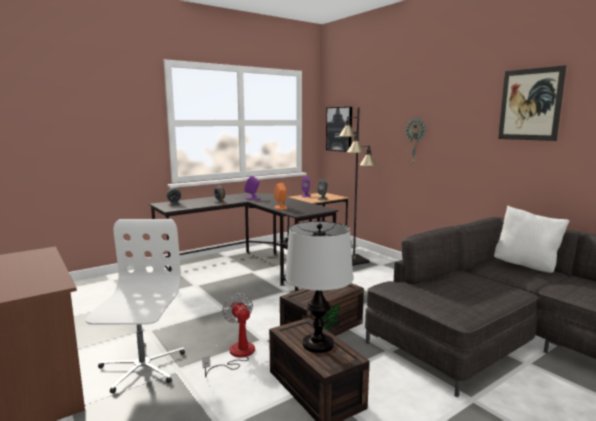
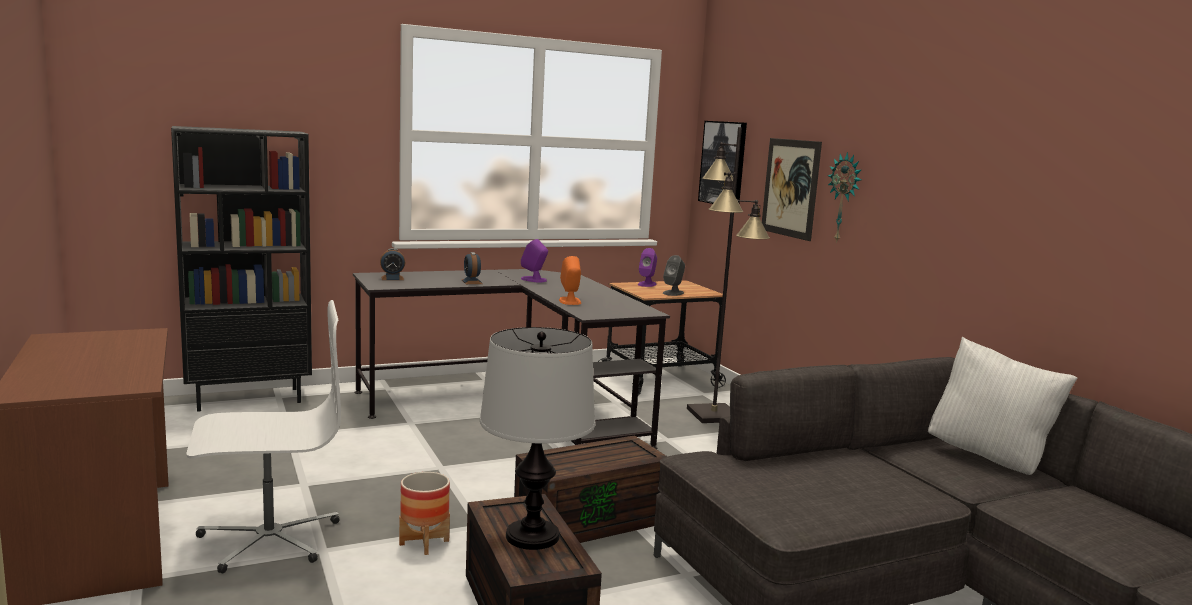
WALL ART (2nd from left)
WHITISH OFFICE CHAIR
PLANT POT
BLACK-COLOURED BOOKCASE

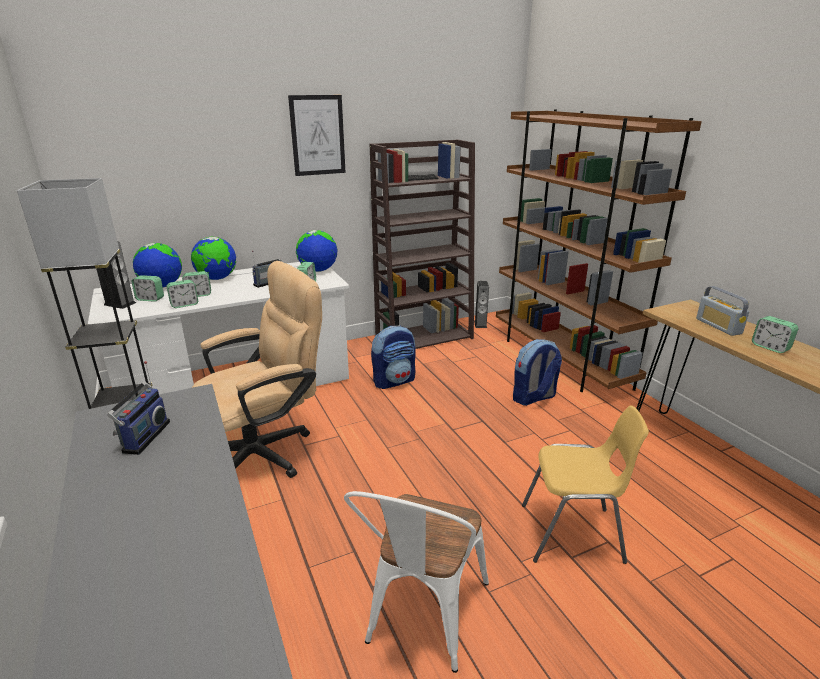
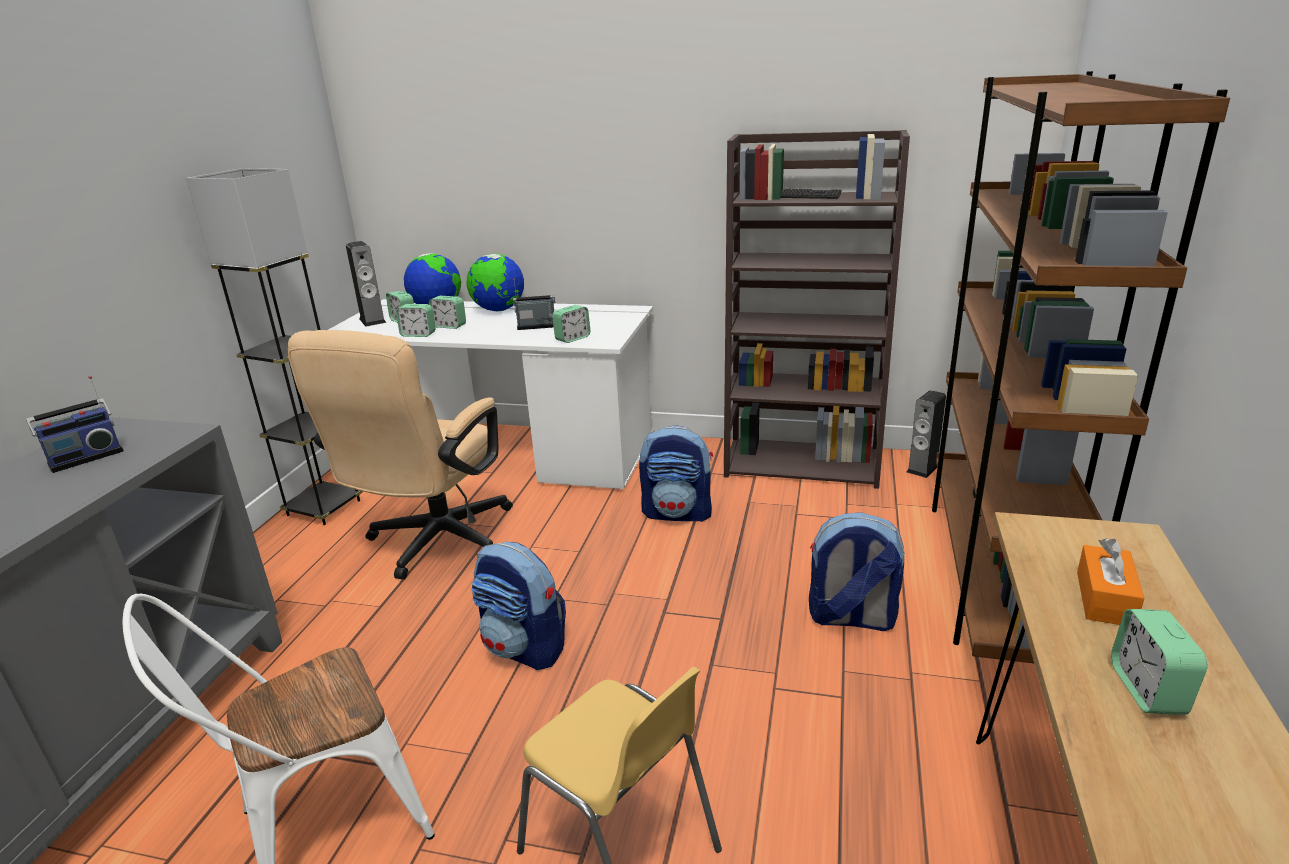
WALL ART
WORLD GLOBE (3rd from left in the first image)
SAND-COLOURED OFFICE CHAIR
ORANGE-COLOURED BOX OF TISSUES
RUCKSACK (1st from left)

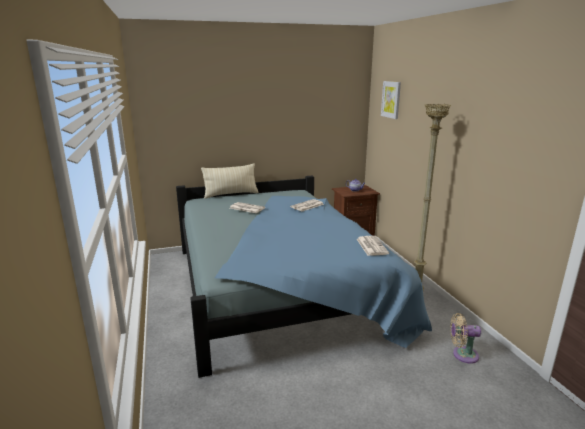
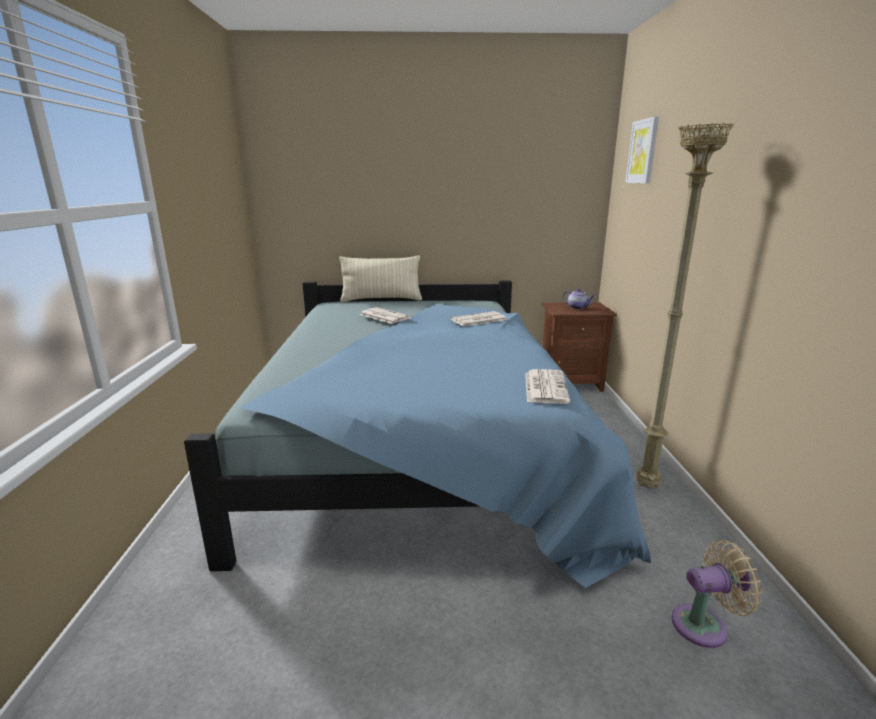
SAND-COLOURED FAN

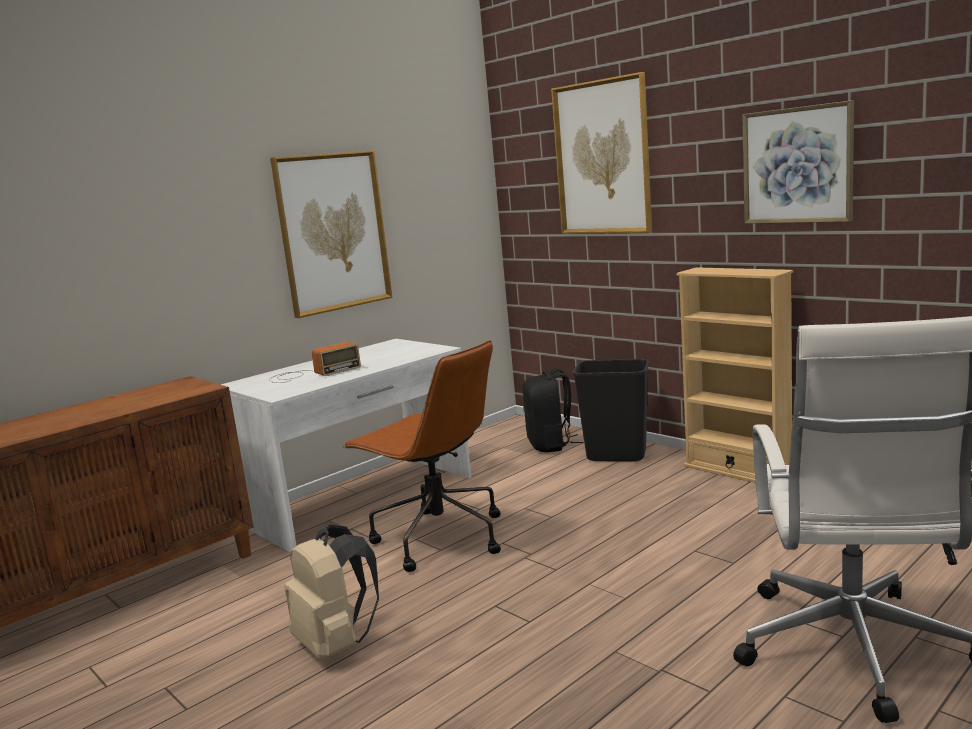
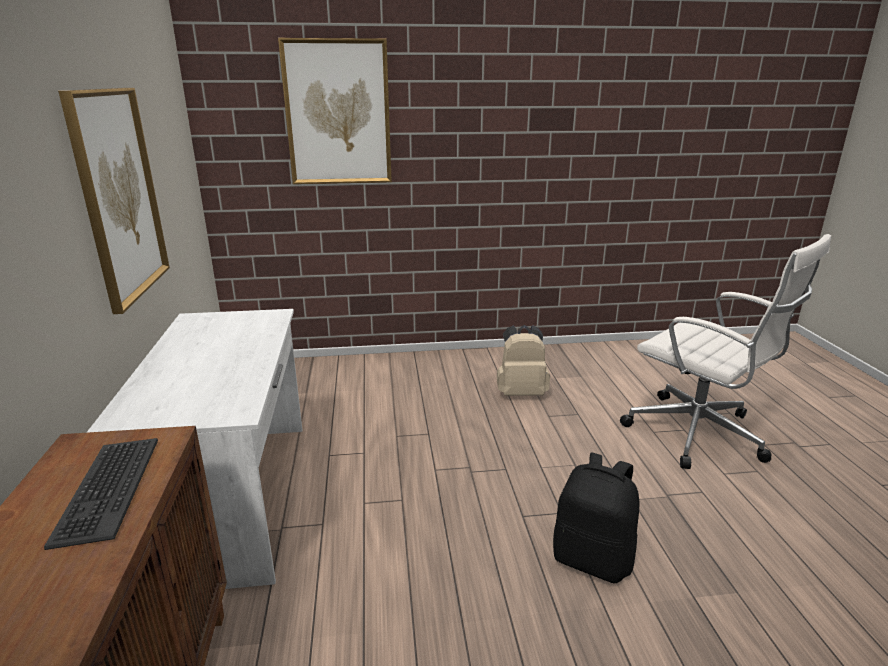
WALL ART (3rd from left in the first image)
SAND-COLOURED BOOKCASE
BROWNISH OFFICE CHAIR
RADIO SET
BLACK-COLOURED RUBBISH BIN
BLACK-COLOURED RUCKSACK
SAND-COLOURED RUCKSACK
PC KEYBOARD

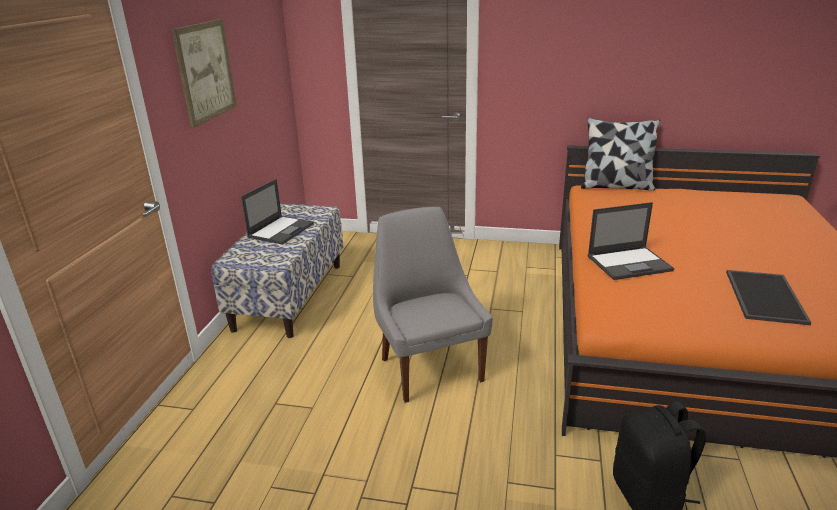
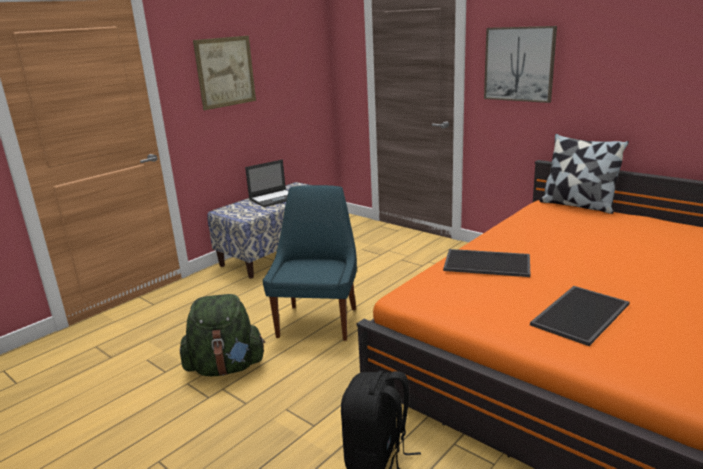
TRAY (1st from left)
BLUISH PLAIN CHAIR
WALL ART (2nd from left)
GREEN RUCKSACK

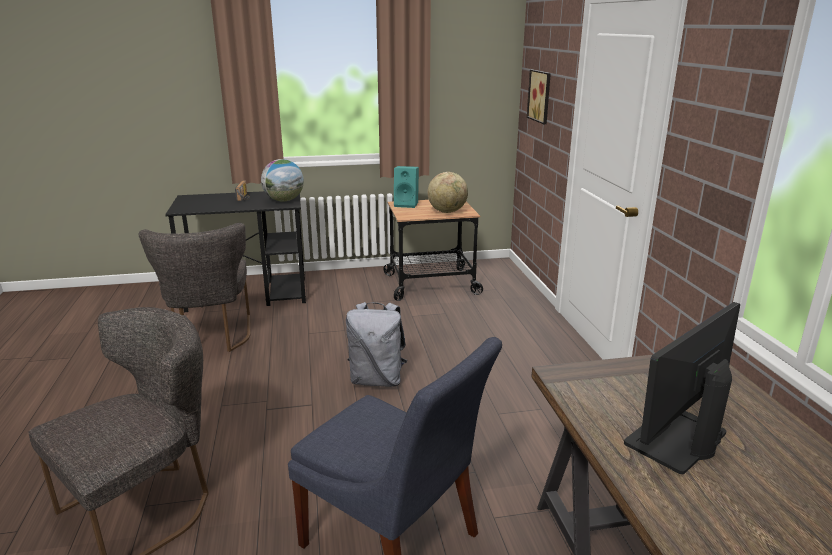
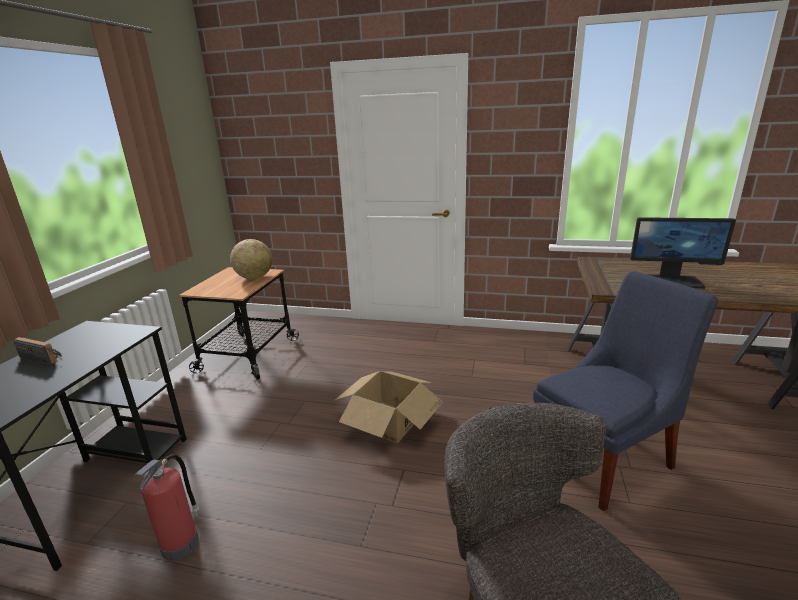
WALL ART
WORLD GLOBE (1st from left in the first image)
BLUE-GREEN LOUDSPEAKER
FIRE EXTINGUISHER
CARTON
COMPUTER DISPLAY

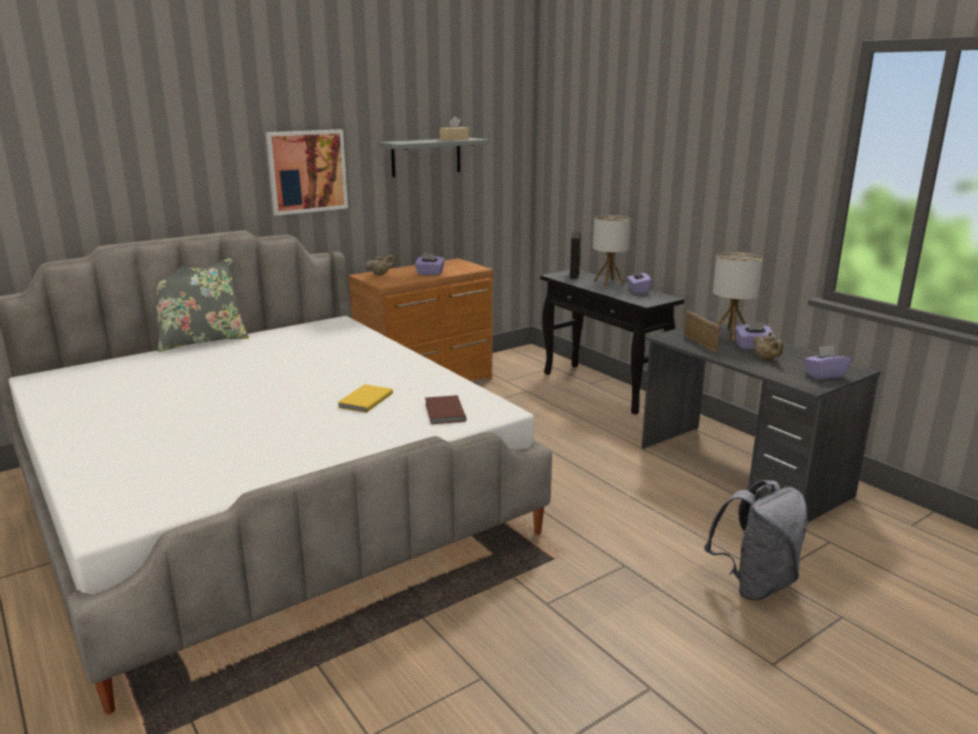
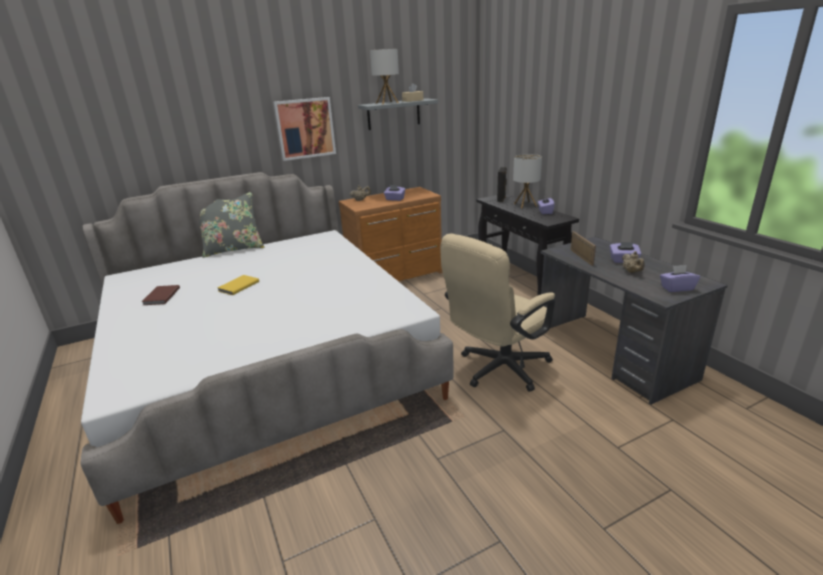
TABLE LAMP (1st from left)
YELLOWISH VOLUME
BROWNISH VOLUME
GREY RUCKSACK
SAND-COLOURED OFFICE CHAIR

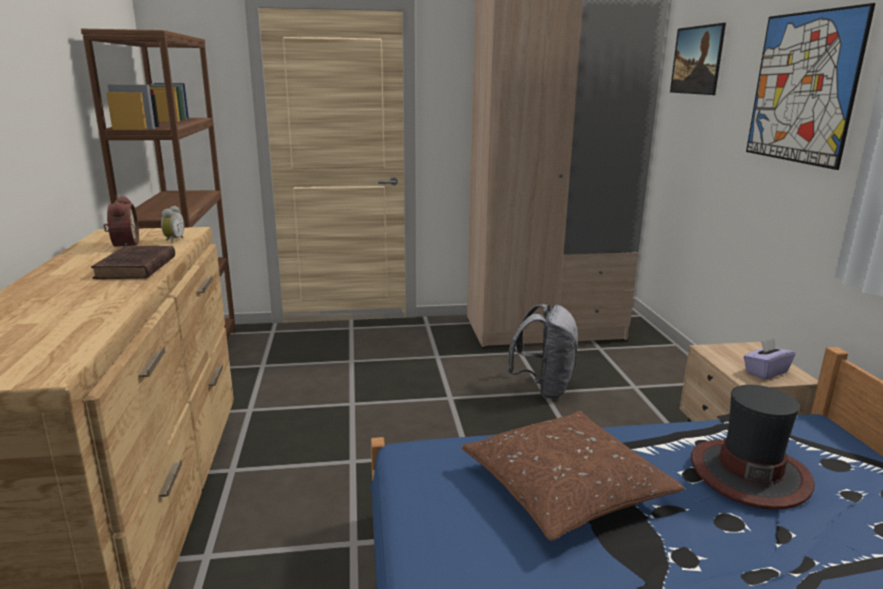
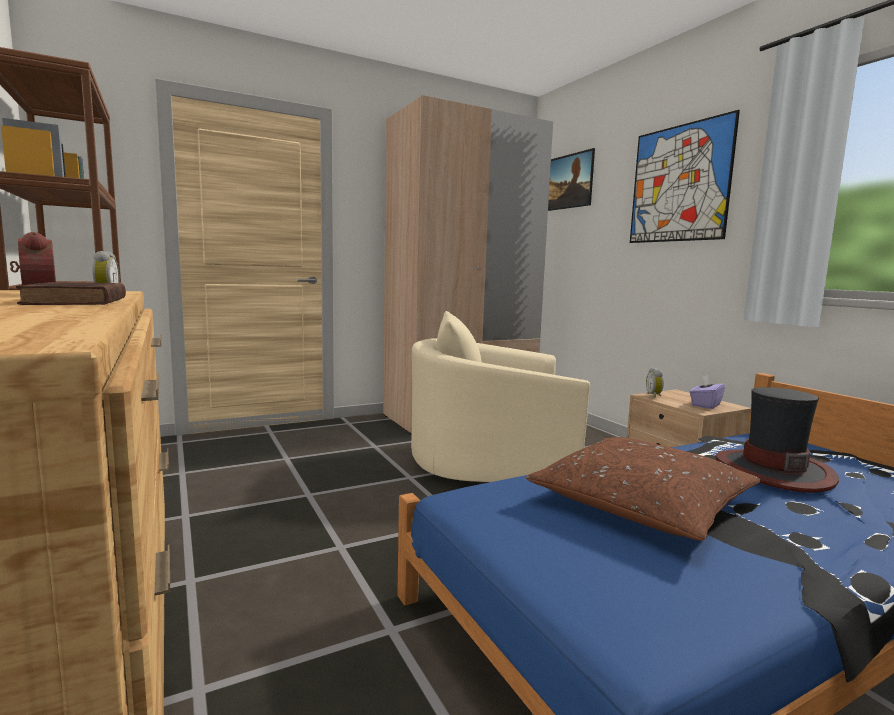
SAND-COLOURED EASY CHAIR
BEDSIDE CLOCK (3rd from left)

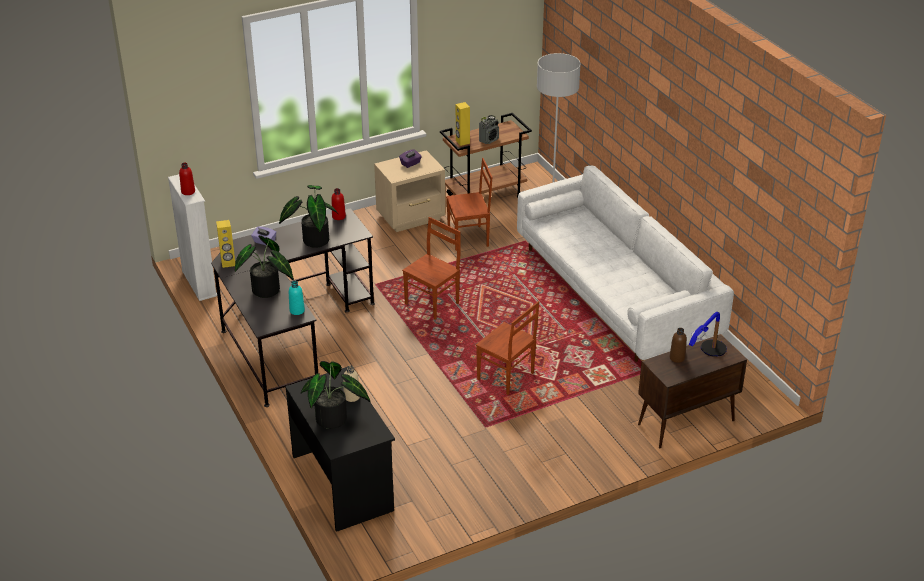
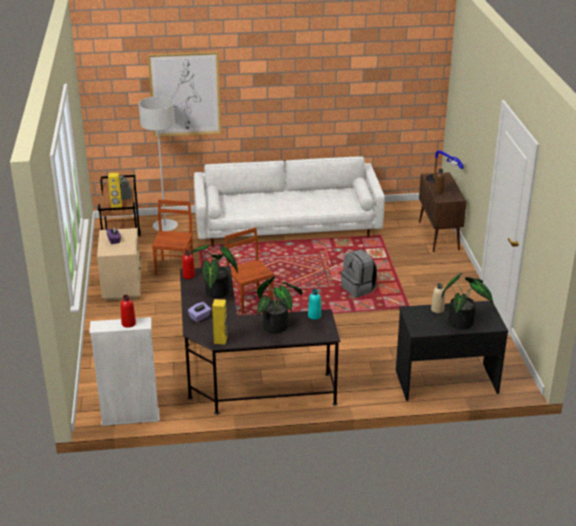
GREY RUCKSACK
WALL ART

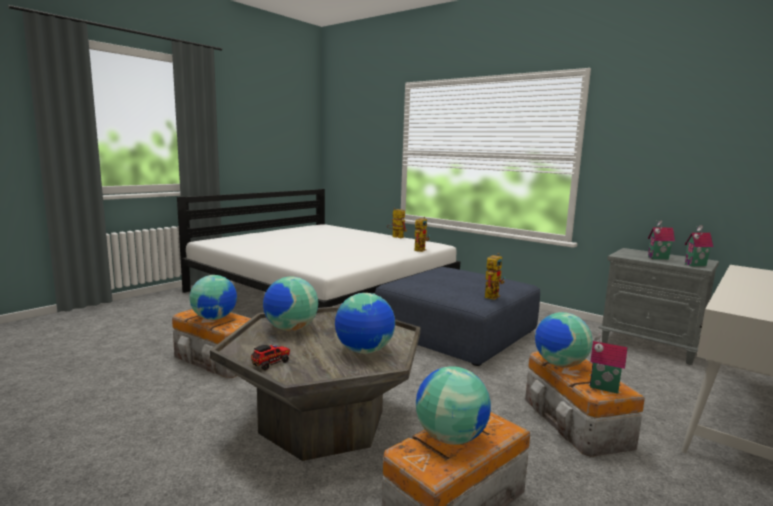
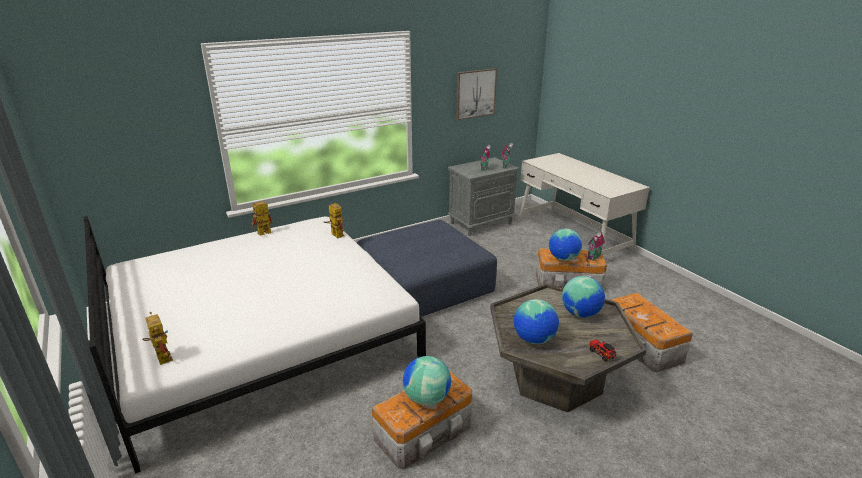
MODEL ROBOT (1st from left)
WORLD GLOBE (4th from left in the first image)
WALL ART

